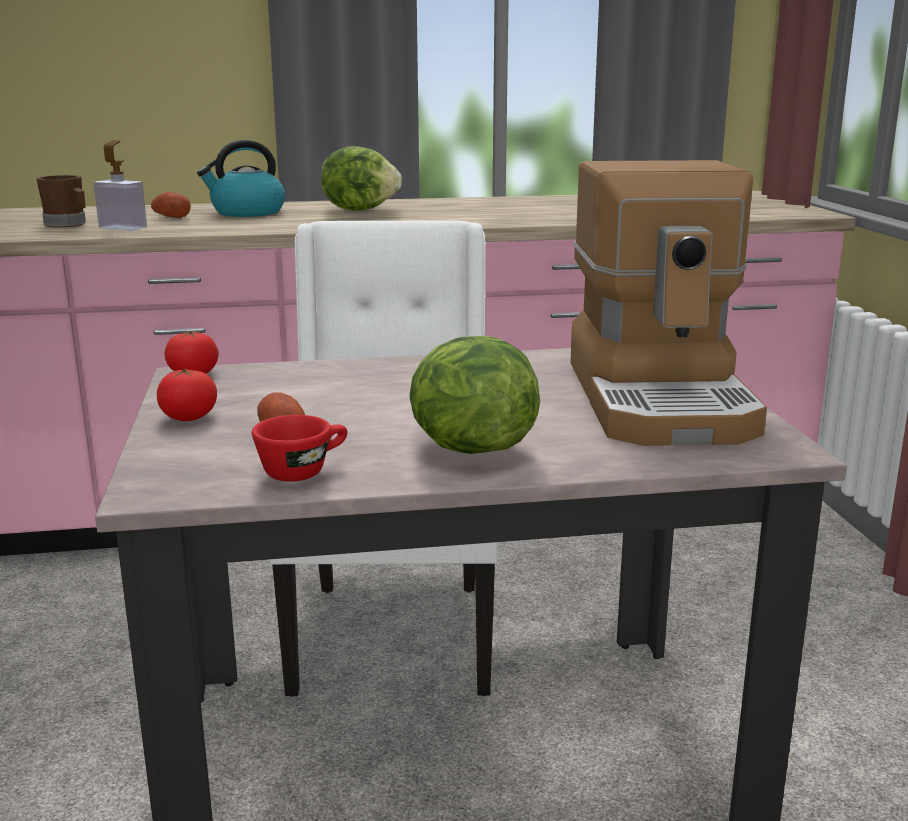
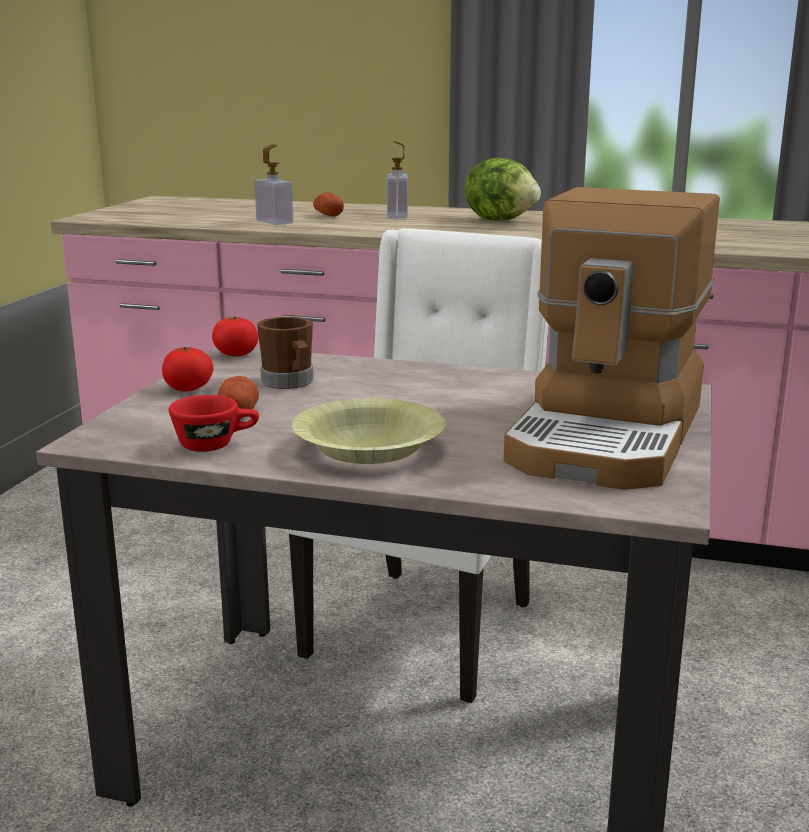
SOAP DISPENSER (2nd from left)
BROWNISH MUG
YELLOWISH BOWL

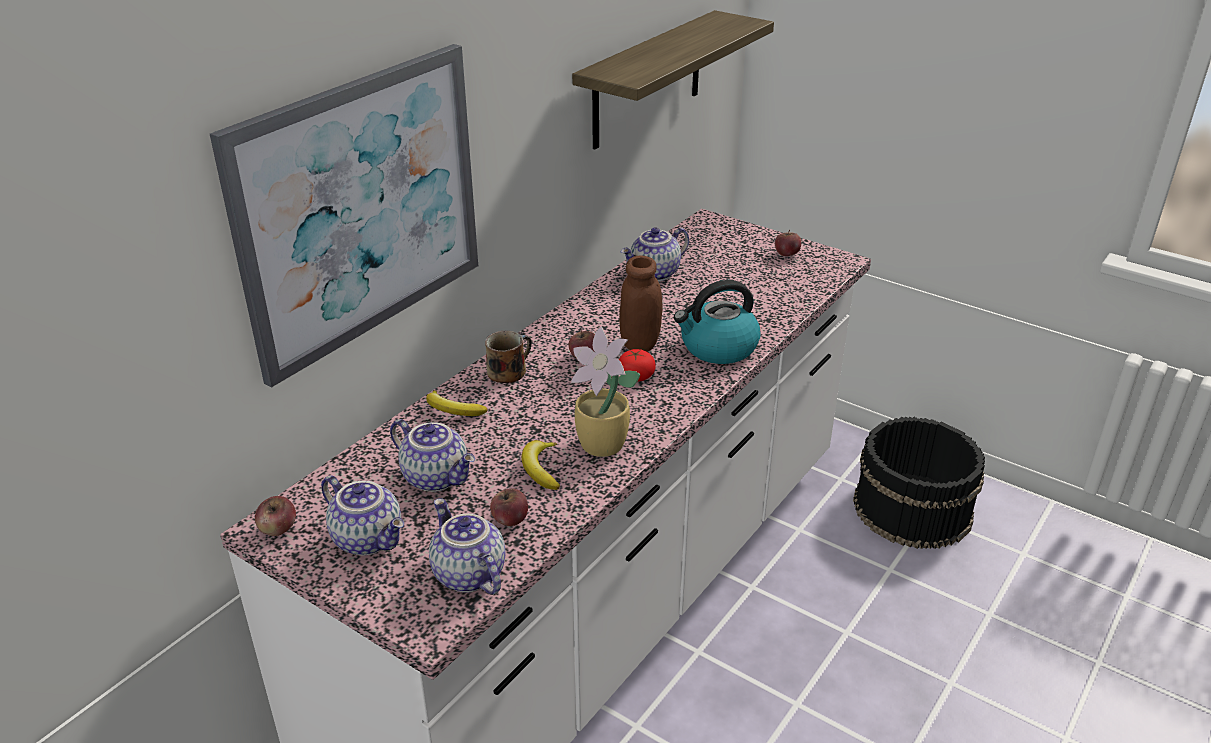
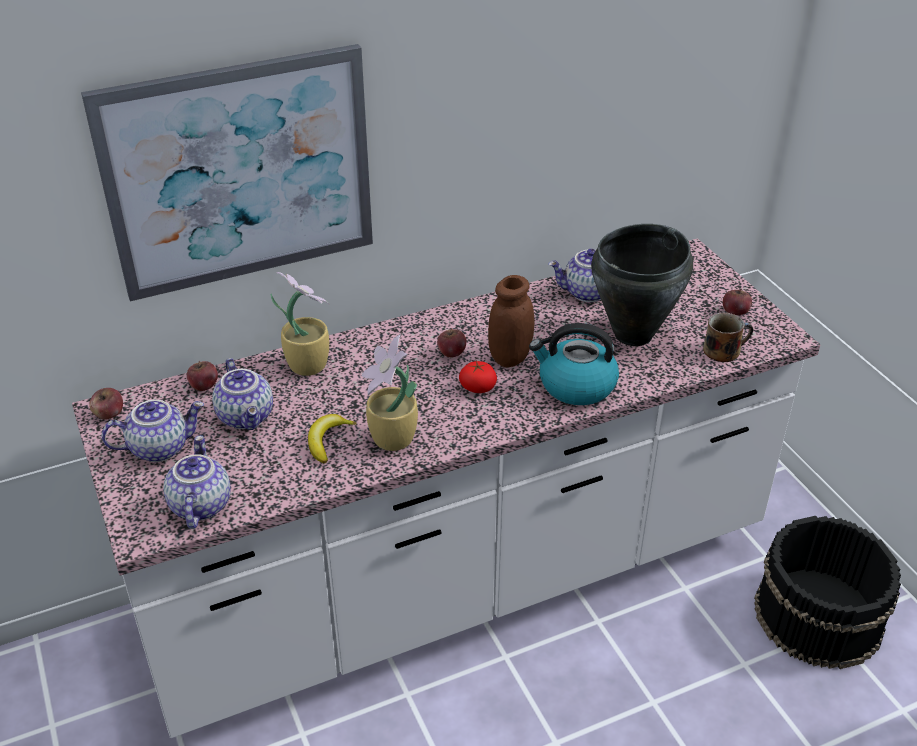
SHELF
MUG
POTTED PLANT (1st from left)
TEA POT (1st from left)
APPLE FRUIT (2nd from left)
BLACK-COLOURED SAUCEPOT

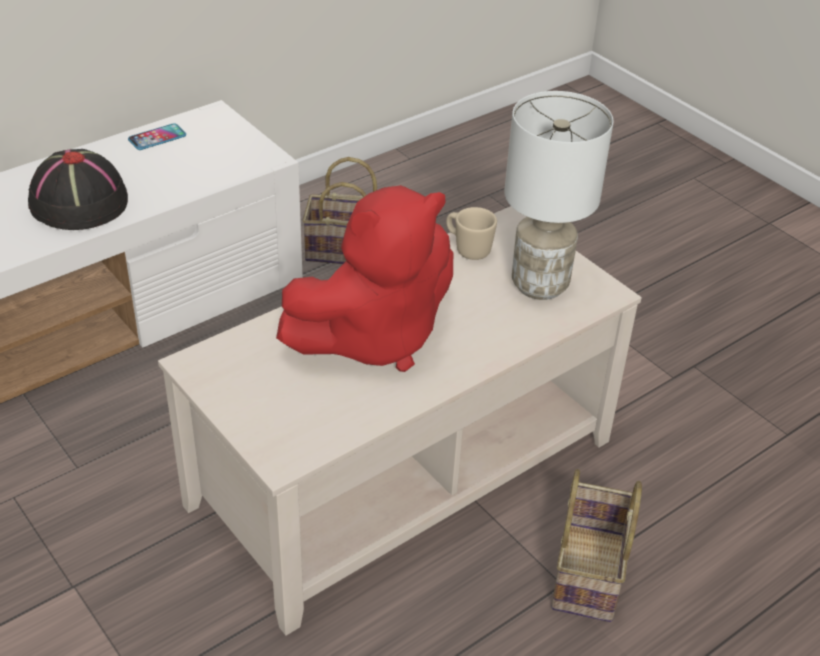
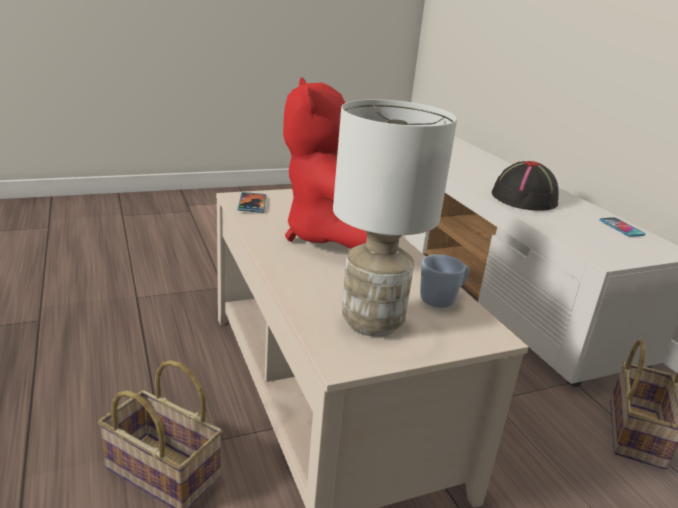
BLUISH MUG
PHONE (1st from left)

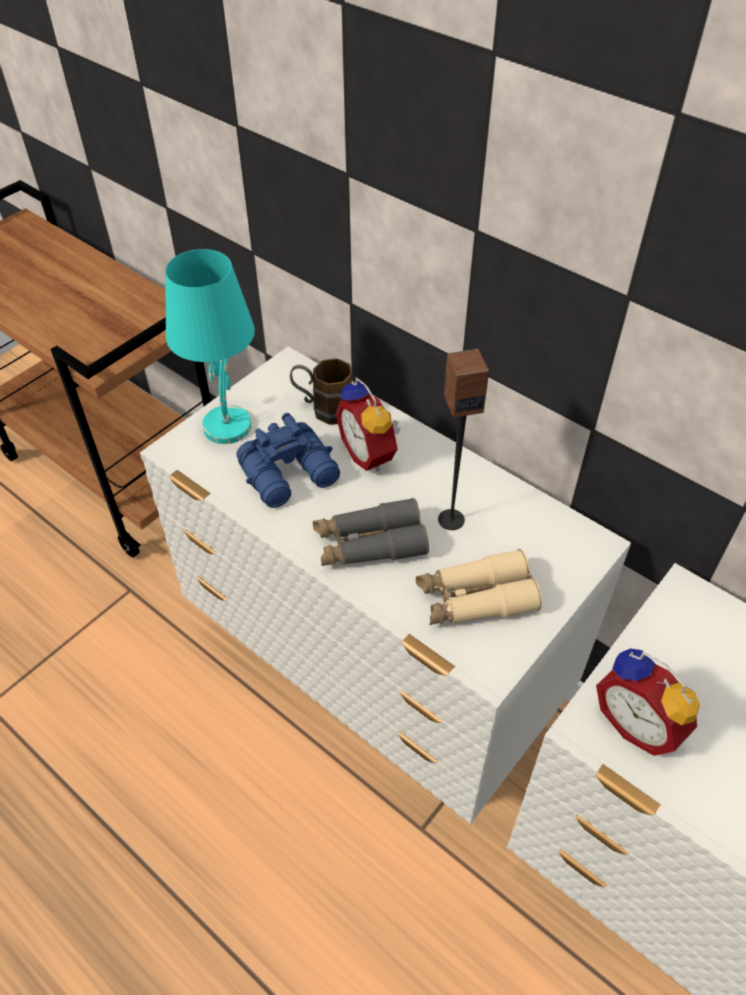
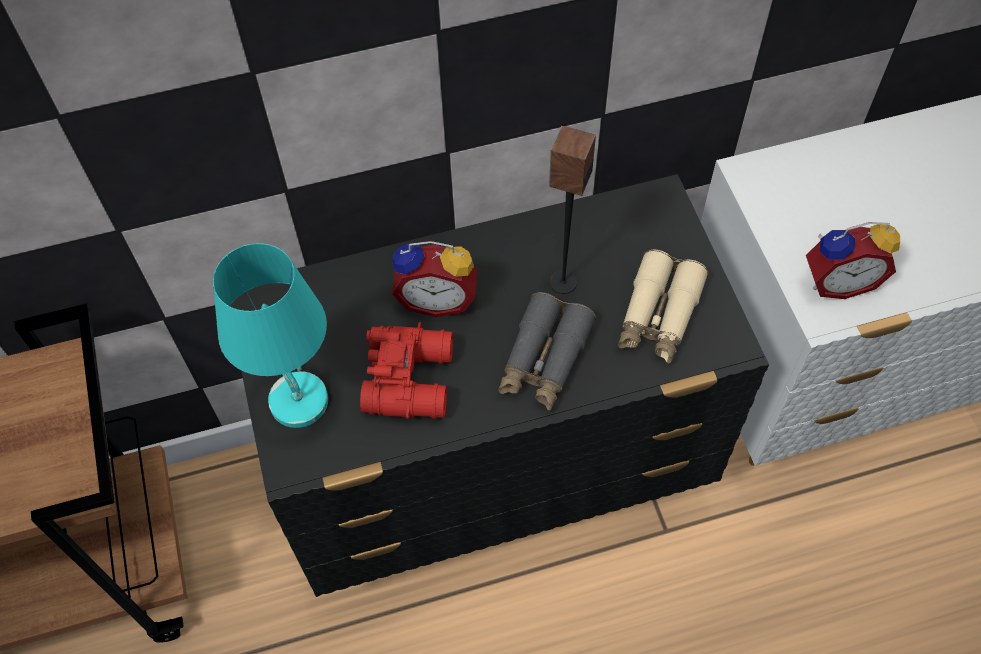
BLACK-COLOURED DRESSER
BROWNISH MUG
REDDISH BINOCULARS

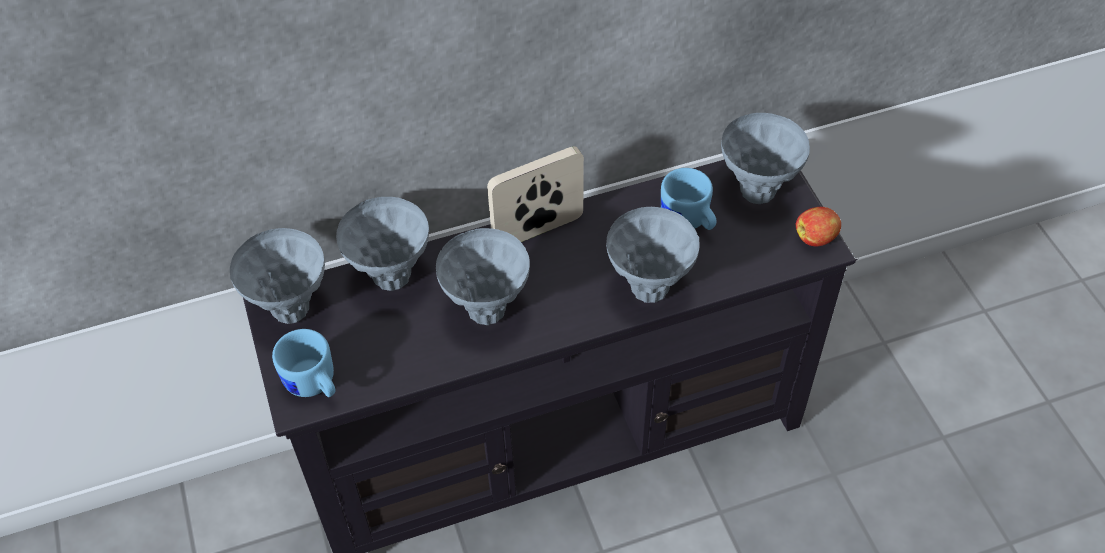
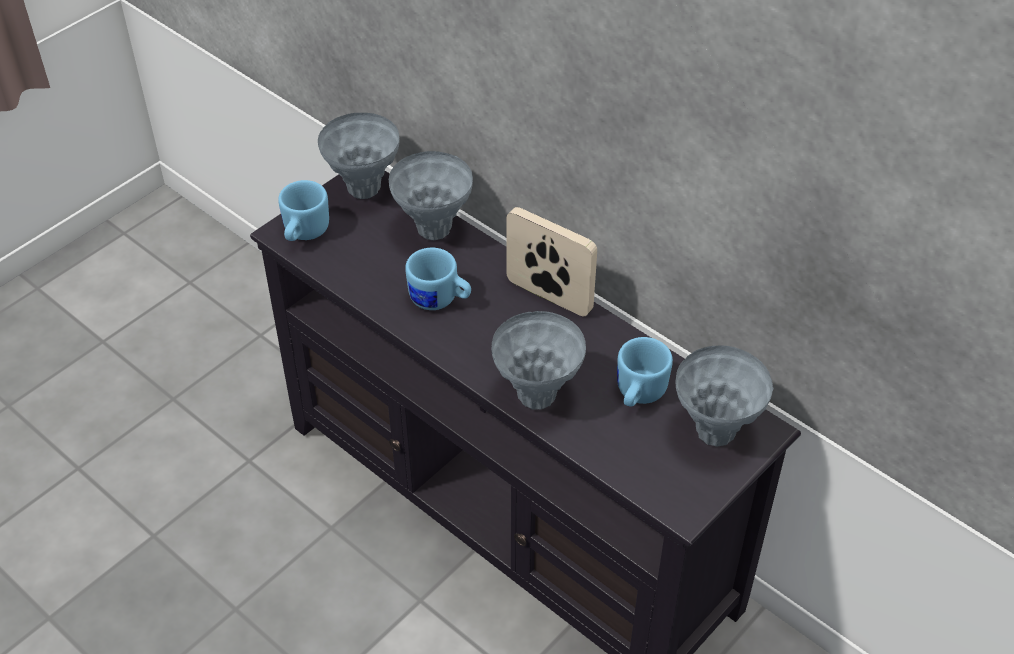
APPLE FRUIT
BLUISH MUG (2nd from left)

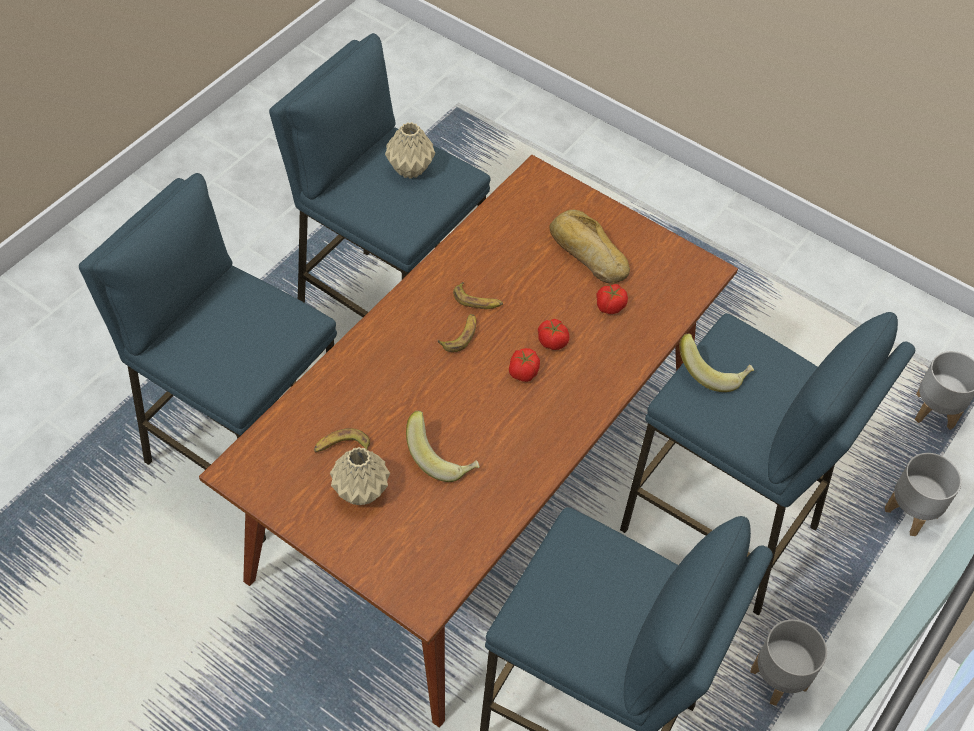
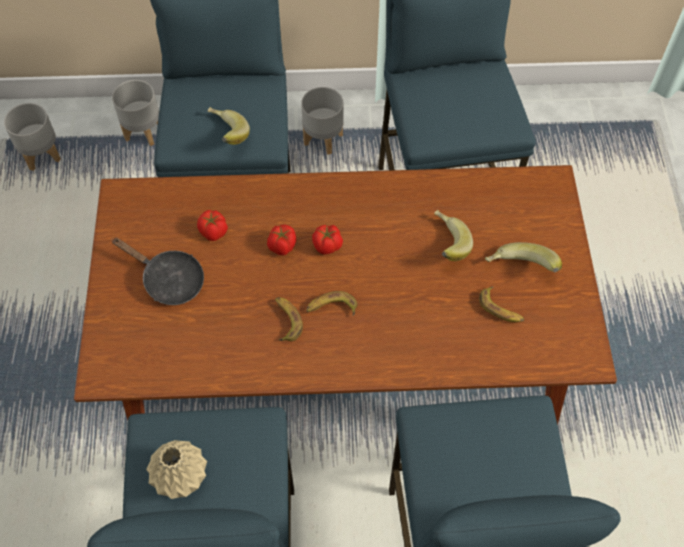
BLACK-COLOURED PAN
BANANA FRUIT (6th from left)

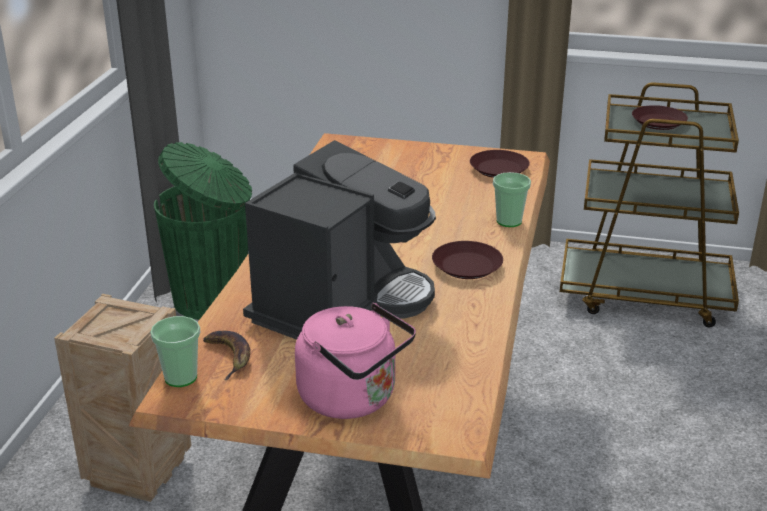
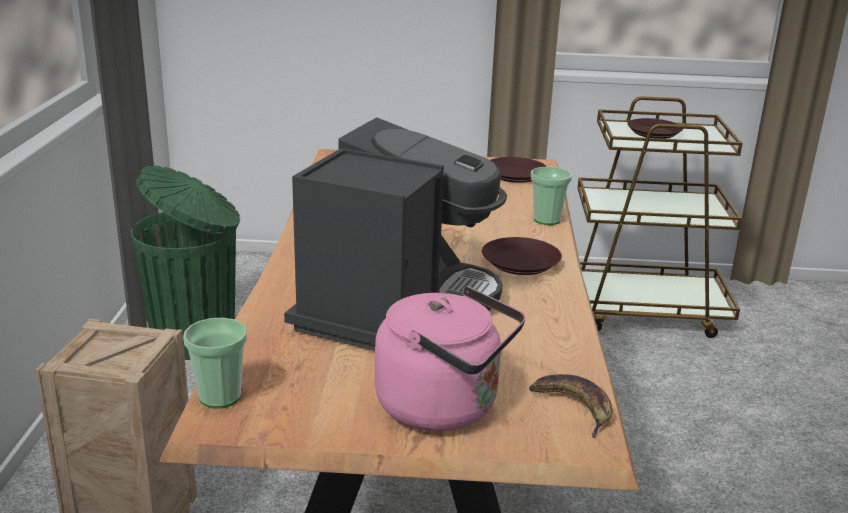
BANANA FRUIT

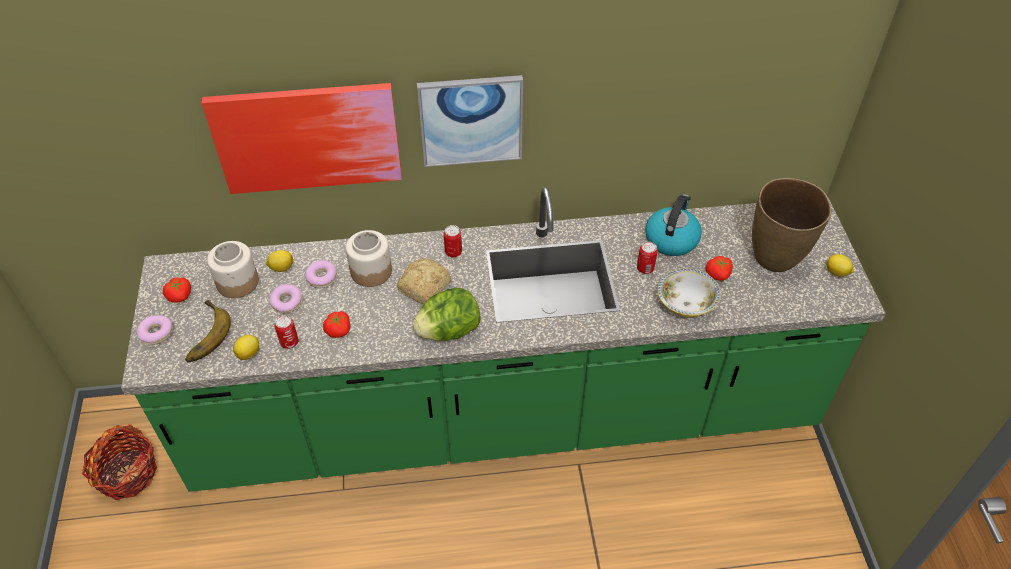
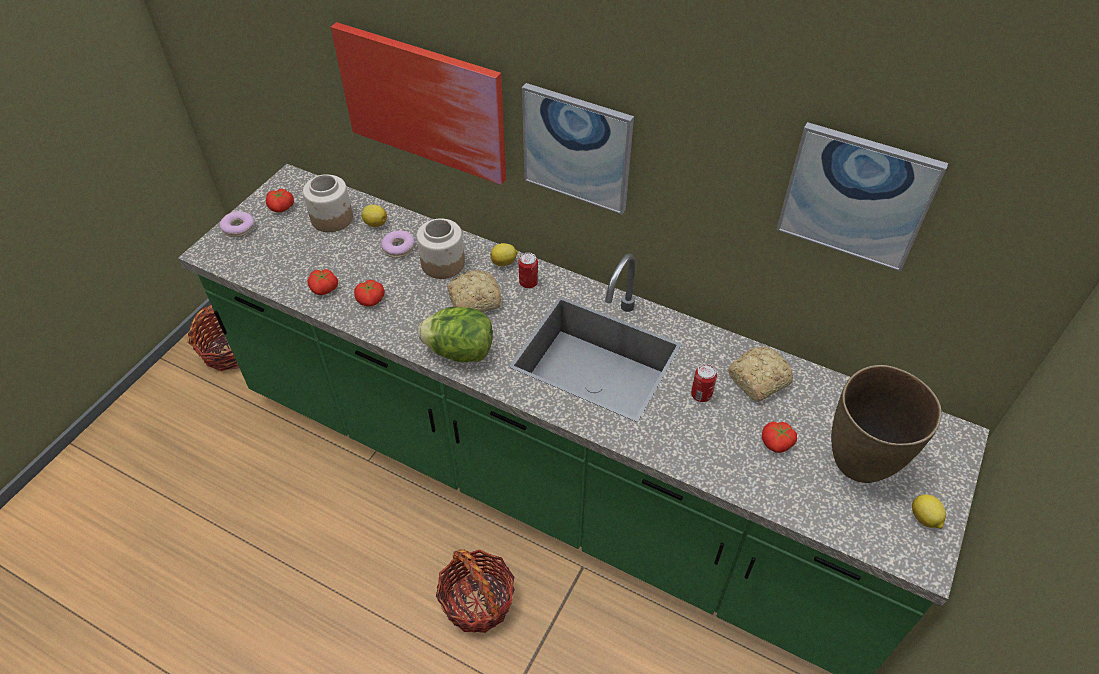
BAKED BREAD (2nd from left)
BOWL
RING DOUGHNUT (2nd from left in the first image)
BANANA FRUIT
FRESH TOMATO (2nd from left)
LEMON (2nd from left)
WALL ART (3rd from left)
BASKET (2nd from left)

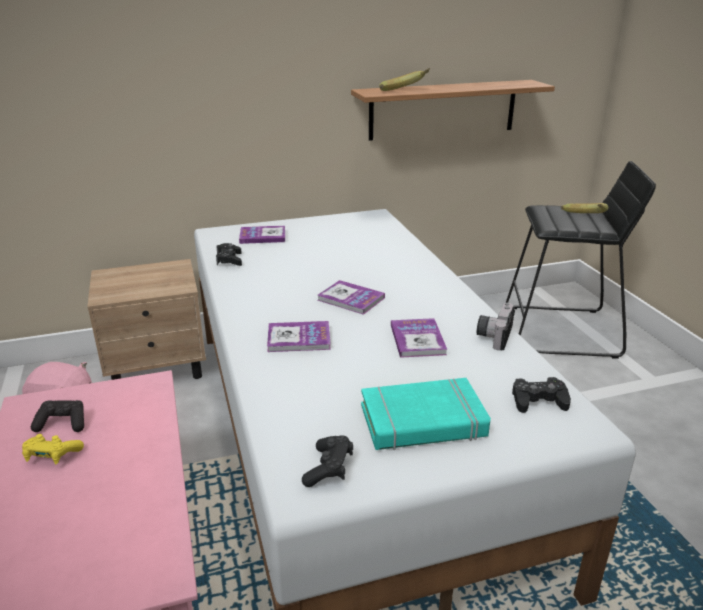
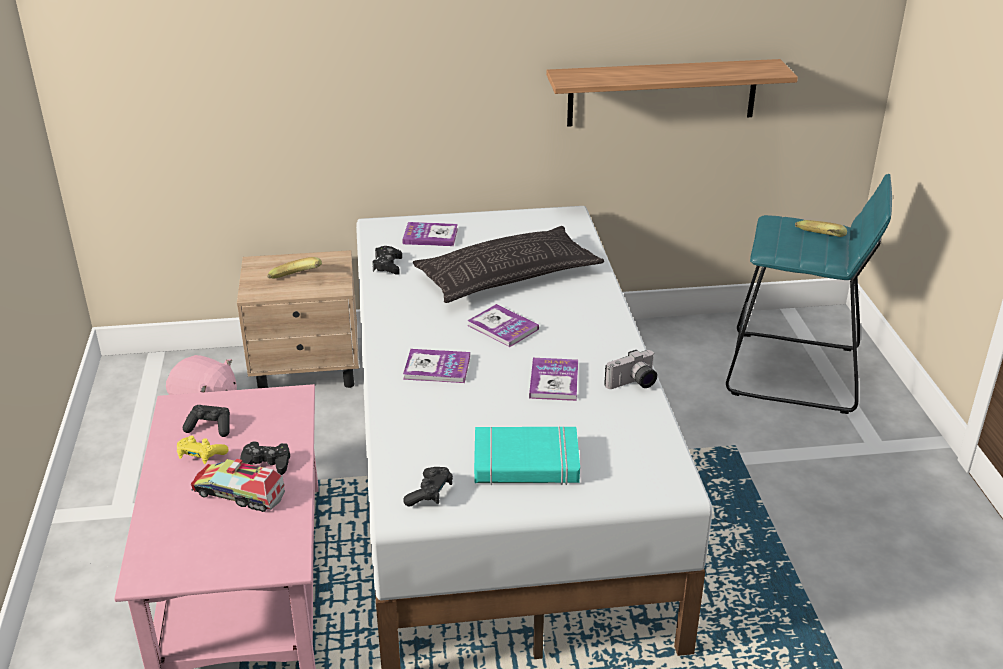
BANANA FRUIT (1st from left)
BLUE-GREEN SITTING STOOL
STILL CAMERA
BLACK-COLOURED JOYPAD (2nd from left)
THROW PILLOW
MODEL TRUCK

